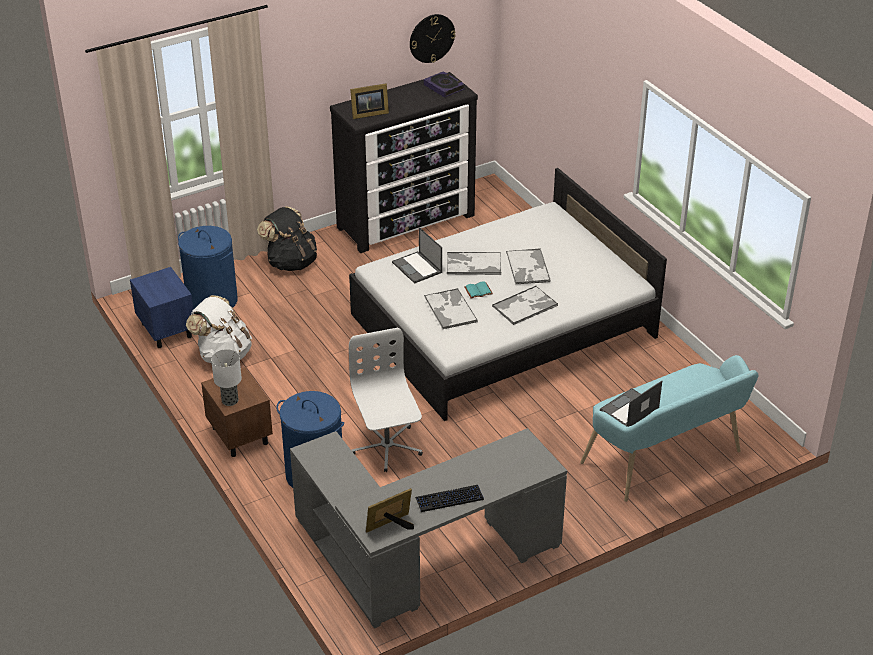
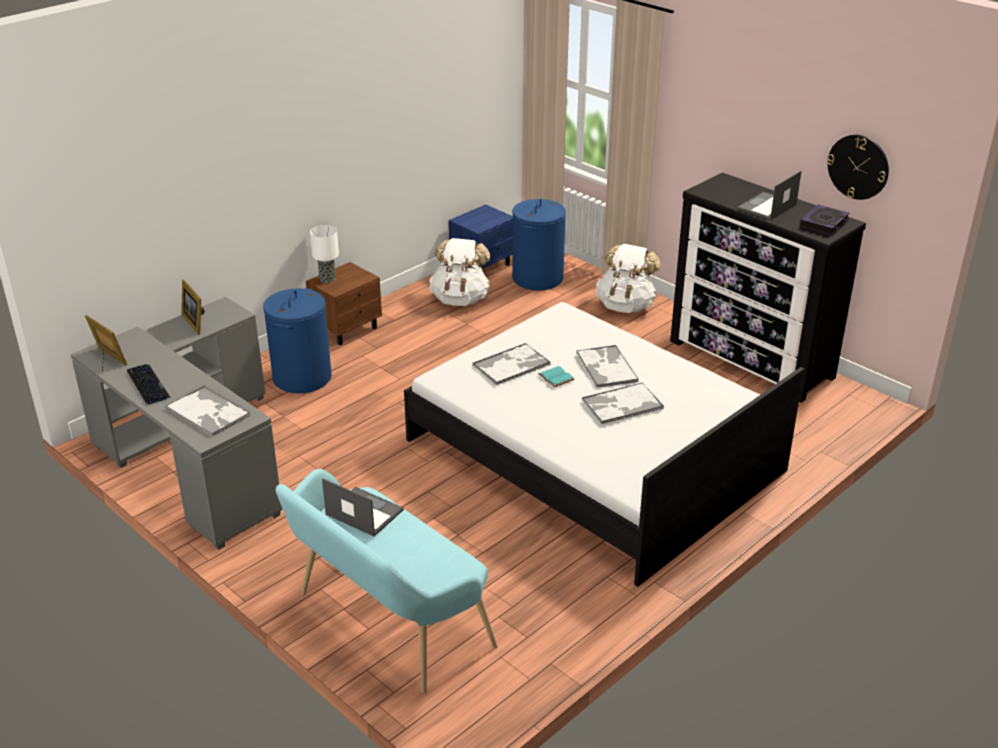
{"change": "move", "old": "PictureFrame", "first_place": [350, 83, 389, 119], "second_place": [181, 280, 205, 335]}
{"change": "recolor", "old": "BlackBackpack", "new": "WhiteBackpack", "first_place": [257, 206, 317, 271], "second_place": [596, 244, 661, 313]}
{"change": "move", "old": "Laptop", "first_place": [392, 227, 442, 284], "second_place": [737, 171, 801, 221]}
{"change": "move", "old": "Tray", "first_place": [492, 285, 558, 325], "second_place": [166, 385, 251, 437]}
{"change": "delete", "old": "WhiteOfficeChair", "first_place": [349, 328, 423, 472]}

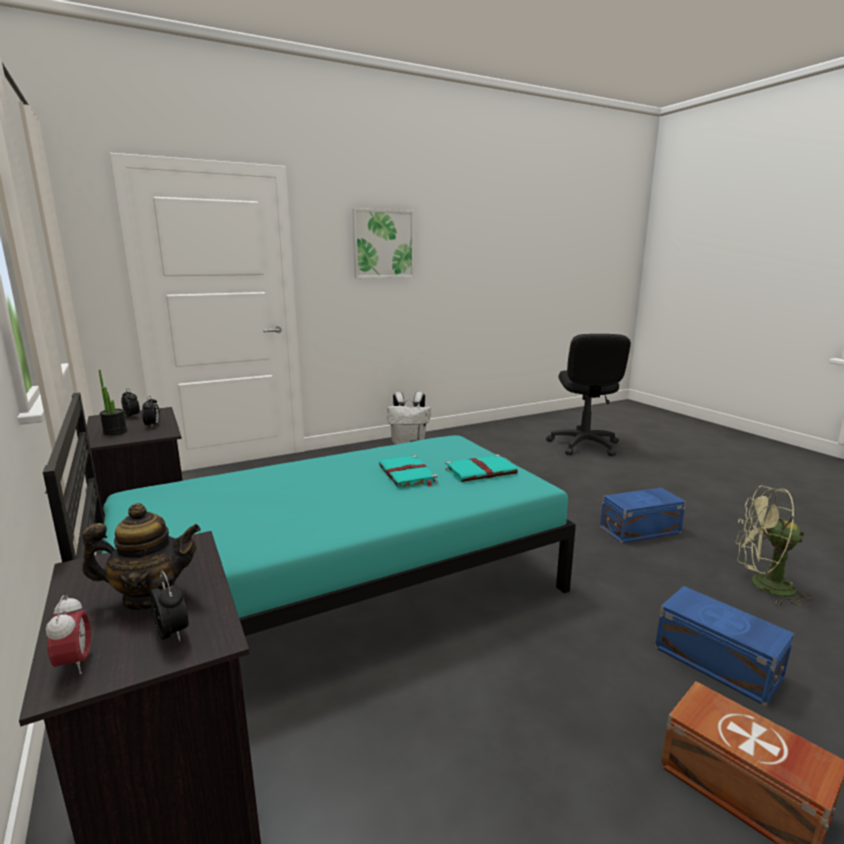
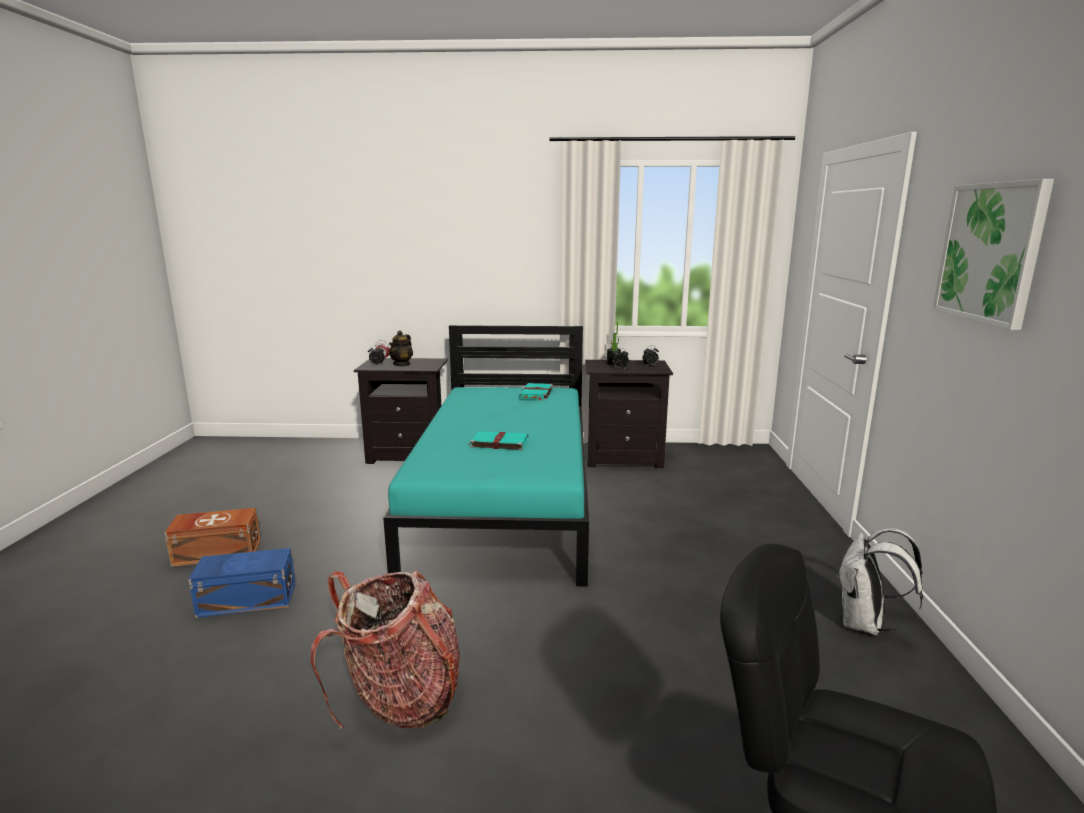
{"change": "move", "old": "TurquoiseBook", "first_place": [445, 455, 518, 482], "second_place": [519, 383, 553, 401]}
{"change": "delete", "old": "GreenFan", "first_place": [735, 486, 813, 606]}
{"change": "replace", "old": "BlueStorageBox", "new": "Backpack", "first_place": [600, 488, 686, 543], "second_place": [310, 571, 460, 729]}

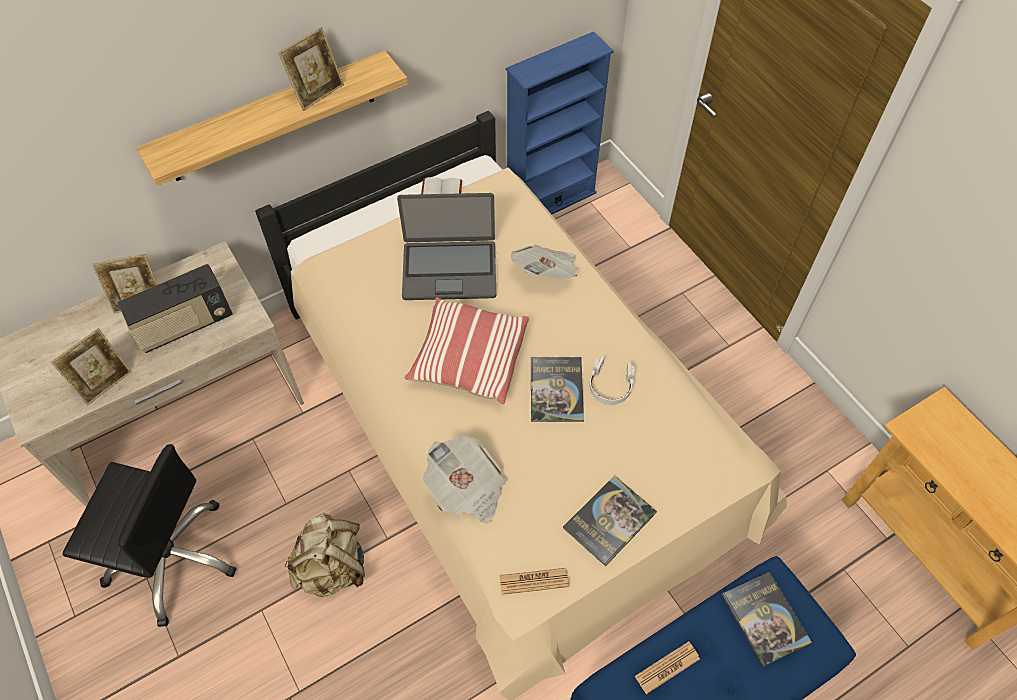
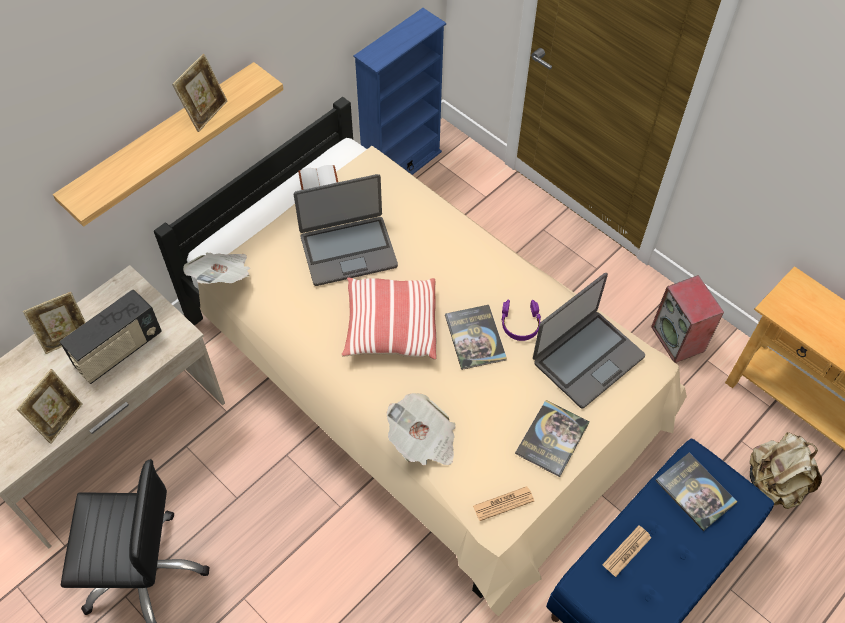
{"change": "move", "old": "Newspaper", "first_place": [511, 245, 578, 280], "second_place": [183, 252, 250, 284]}
{"change": "recolor", "old": "WhiteHeadphones", "new": "PurpleHeadphones", "first_place": [589, 356, 634, 405], "second_place": [501, 300, 541, 341]}
{"change": "move", "old": "BeigeBackpack", "first_place": [285, 513, 365, 597], "second_place": [749, 432, 822, 509]}
{"change": "insert", "new": "Laptop", "second_place": [533, 273, 645, 408]}
{"change": "insert", "new": "Speaker", "second_place": [651, 275, 724, 363]}

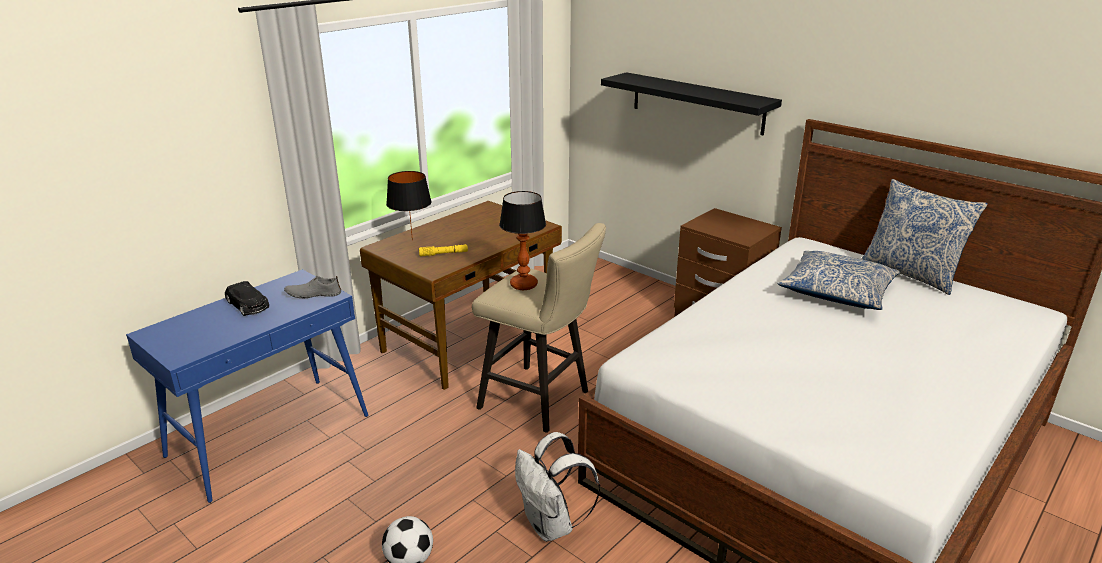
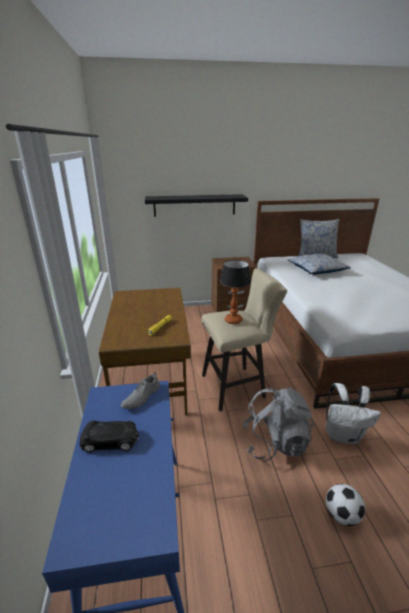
{"change": "delete", "old": "BlackTableLamp", "first_place": [386, 171, 432, 240]}
{"change": "insert", "new": "GreyBackpack", "second_place": [242, 388, 314, 462]}

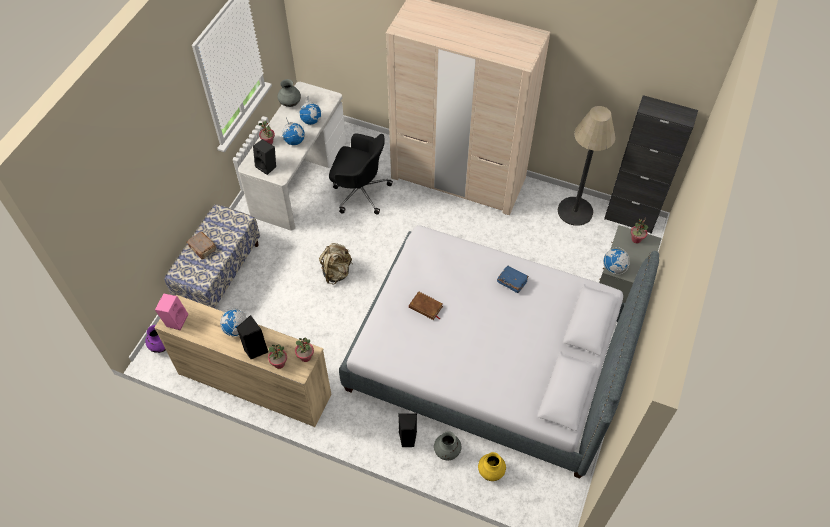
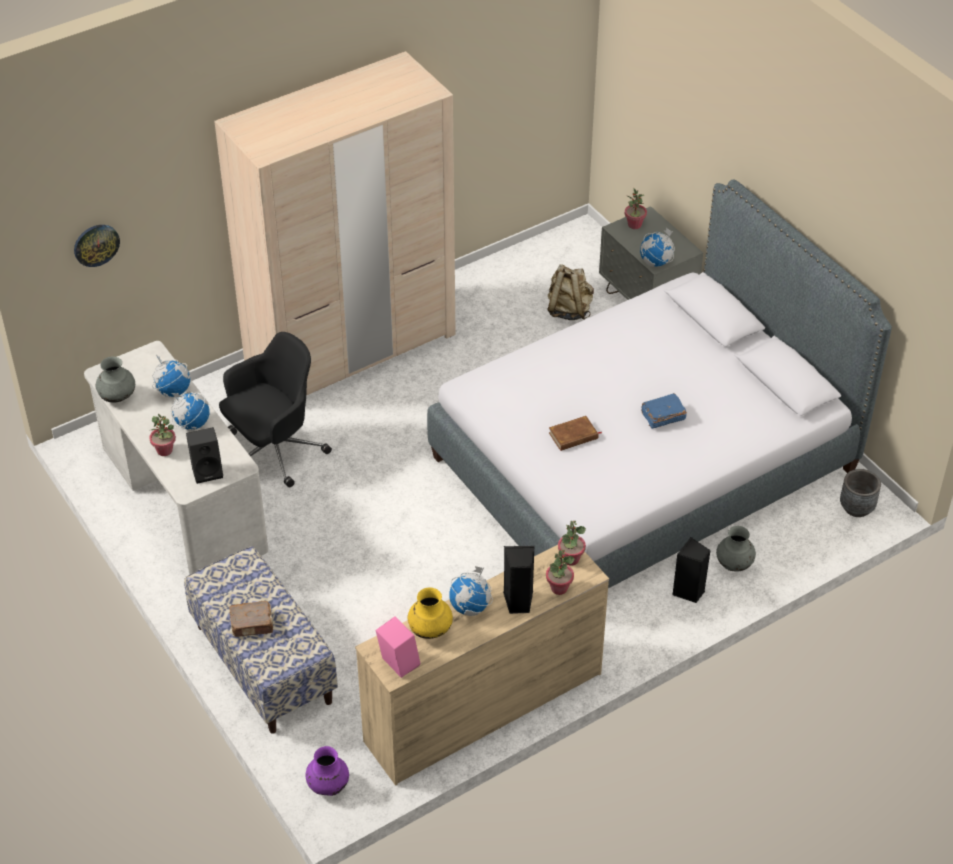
{"change": "delete", "old": "BlackCabinet", "first_place": [604, 95, 698, 234]}
{"change": "delete", "old": "FloorLamp", "first_place": [558, 106, 616, 226]}
{"change": "move", "old": "BeigeBackpack", "first_place": [319, 243, 352, 285], "second_place": [547, 264, 594, 320]}
{"change": "move", "old": "BlueBook", "first_place": [497, 266, 529, 293], "second_place": [641, 393, 687, 429]}
{"change": "move", "old": "YellowVase", "first_place": [478, 452, 506, 481], "second_place": [407, 587, 453, 639]}
{"change": "insert", "new": "WallClock", "second_place": [74, 225, 120, 267]}
{"change": "insert", "new": "GreyPlanter", "second_place": [840, 469, 881, 517]}

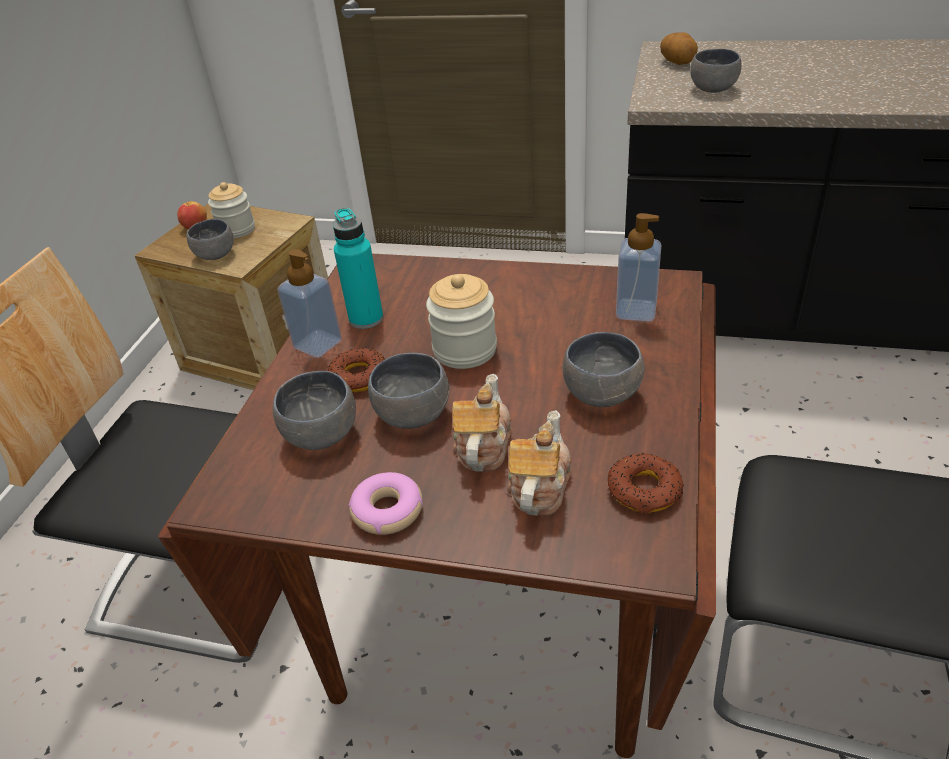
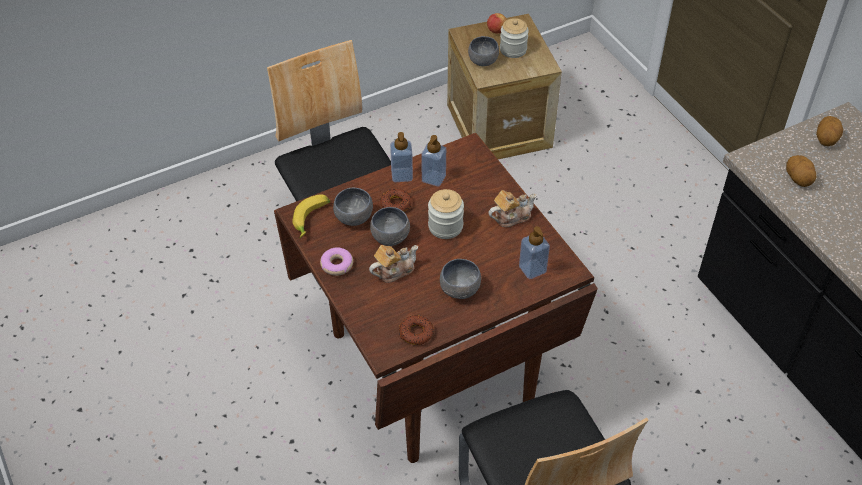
{"change": "replace", "old": "GreyBowl", "new": "Potato", "first_place": [690, 49, 741, 93], "second_place": [786, 155, 816, 187]}
{"change": "replace", "old": "TurquoiseBottle", "new": "SoapDispenser", "first_place": [333, 208, 383, 329], "second_place": [421, 135, 446, 186]}
{"change": "move", "old": "Teapot", "first_place": [507, 410, 571, 516], "second_place": [488, 190, 537, 227]}
{"change": "insert", "new": "Banana", "second_place": [292, 194, 331, 238]}

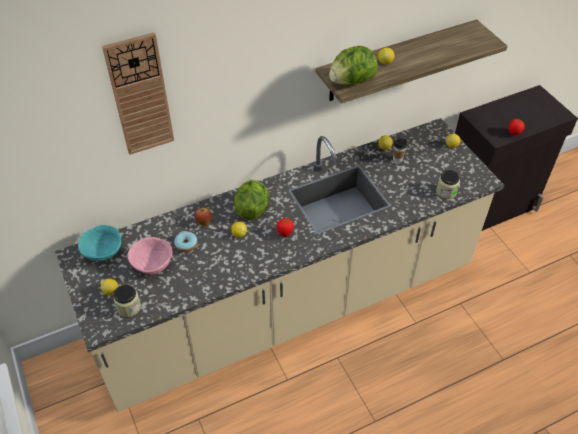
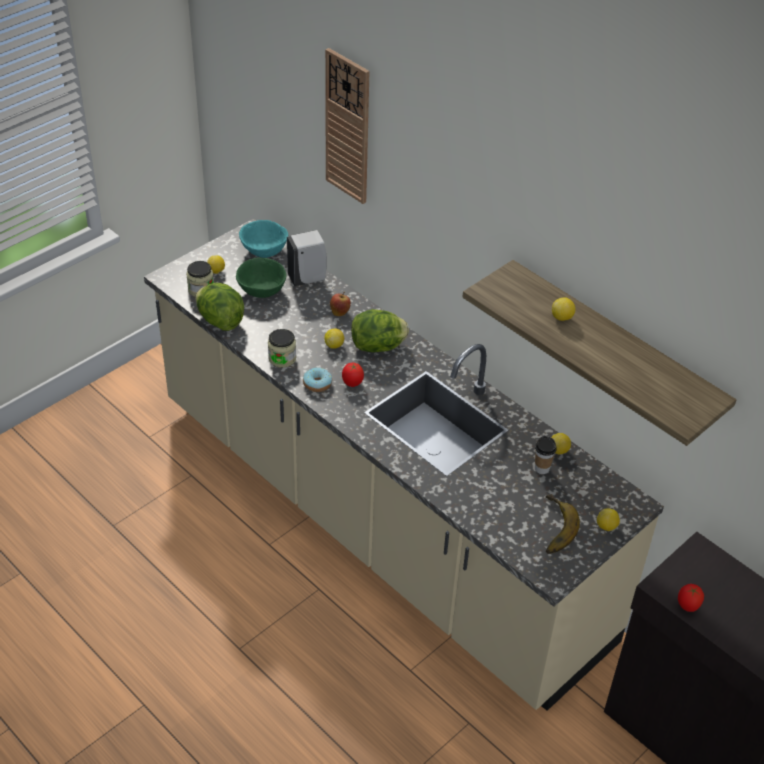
{"change": "move", "old": "Lettuce", "first_place": [329, 46, 378, 85], "second_place": [195, 283, 244, 331]}
{"change": "move", "old": "Jar", "first_place": [436, 170, 460, 199], "second_place": [268, 329, 296, 368]}
{"change": "move", "old": "Donut", "first_place": [174, 232, 197, 252], "second_place": [303, 368, 332, 392]}
{"change": "recolor", "old": "PinkBowl", "new": "GreenBowl", "first_place": [127, 237, 172, 274], "second_place": [236, 257, 286, 298]}
{"change": "insert", "new": "WhiteSoapDispenser", "second_place": [287, 230, 327, 286]}
{"change": "insert", "new": "Banana", "second_place": [546, 494, 580, 554]}

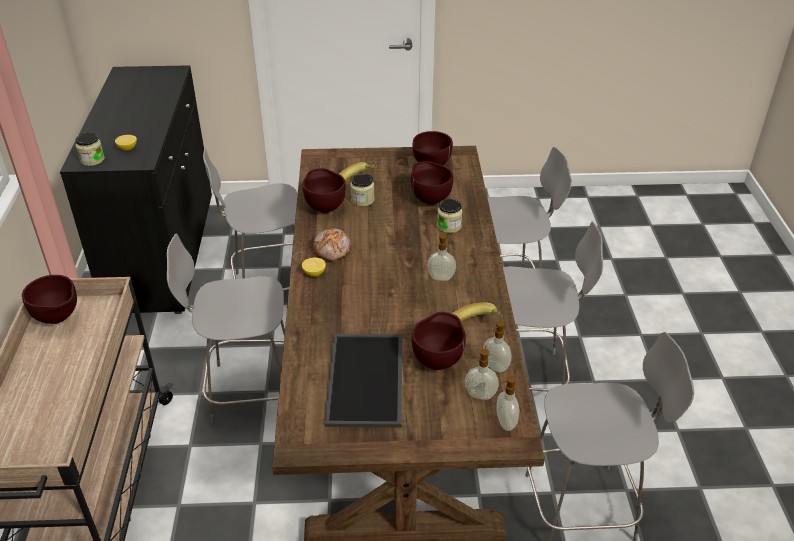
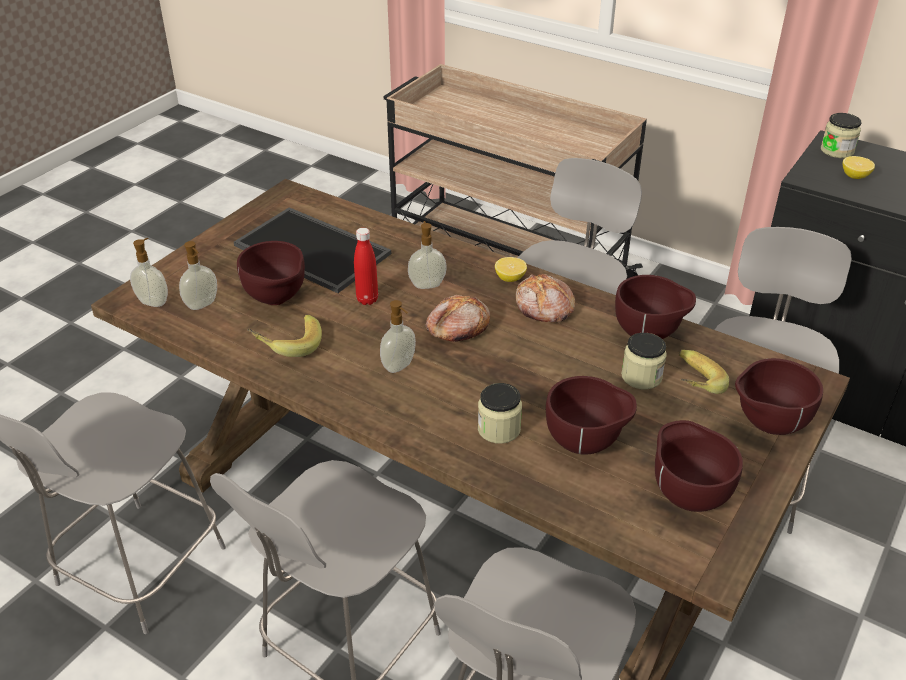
{"change": "move", "old": "BrownBowl", "first_place": [22, 275, 77, 324], "second_place": [735, 358, 823, 435]}
{"change": "move", "old": "SoapDispenser", "first_place": [483, 321, 511, 372], "second_place": [408, 221, 447, 289]}
{"change": "insert", "new": "RedBottle", "second_place": [354, 228, 378, 305]}
{"change": "insert", "new": "Bread", "second_place": [425, 295, 490, 342]}

